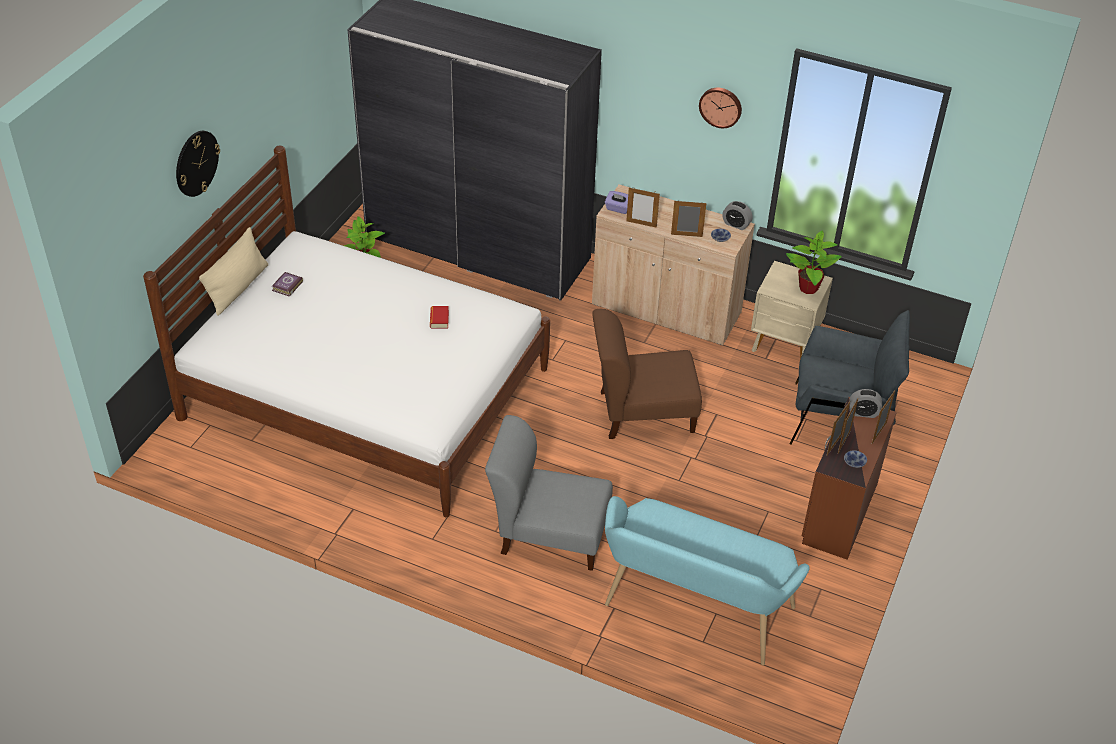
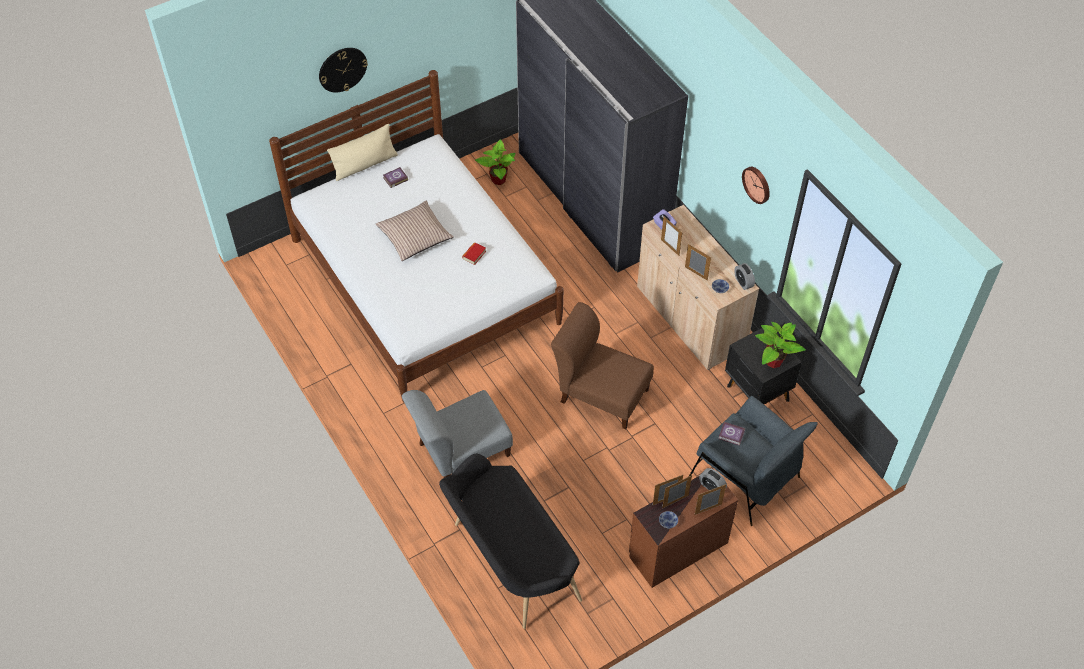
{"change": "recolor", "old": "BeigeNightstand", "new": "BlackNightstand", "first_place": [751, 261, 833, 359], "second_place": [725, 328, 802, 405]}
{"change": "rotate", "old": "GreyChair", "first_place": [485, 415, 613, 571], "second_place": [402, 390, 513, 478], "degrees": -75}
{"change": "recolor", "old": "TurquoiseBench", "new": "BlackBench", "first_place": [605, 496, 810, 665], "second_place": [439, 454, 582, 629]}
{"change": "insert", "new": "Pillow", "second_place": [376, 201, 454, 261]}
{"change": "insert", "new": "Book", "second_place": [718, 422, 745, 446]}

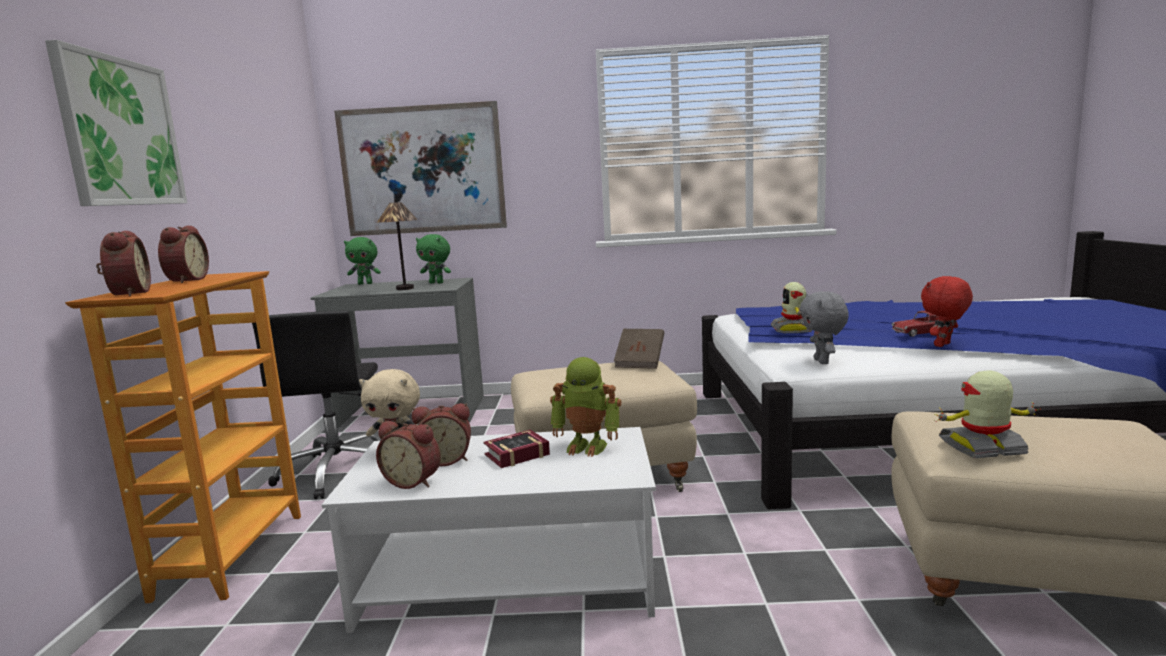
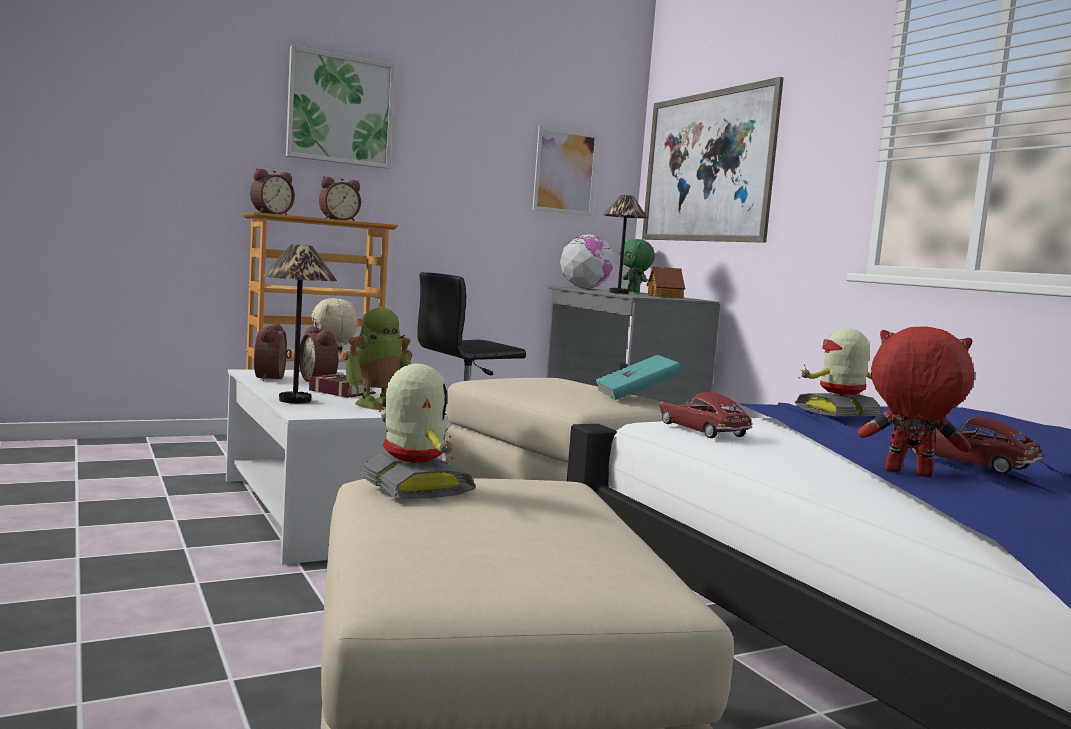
{"change": "replace", "old": "GreenPlushToy", "new": "ToyHouse", "first_place": [416, 234, 451, 283], "second_place": [647, 267, 685, 299]}
{"change": "replace", "old": "GreyPlushToy", "new": "ToyCar", "first_place": [800, 291, 849, 364], "second_place": [659, 392, 753, 438]}
{"change": "recolor", "old": "BrownBook", "new": "TurquoiseBook", "first_place": [614, 329, 664, 369], "second_place": [595, 355, 682, 400]}
{"change": "rotate", "old": "ToyRobot", "first_place": [550, 357, 621, 457], "second_place": [343, 307, 412, 410], "degrees": -120}
{"change": "insert", "new": "Picture", "second_place": [533, 126, 598, 216]}
{"change": "insert", "new": "Globe", "second_place": [560, 235, 614, 289]}
{"change": "insert", "new": "TableLamp", "second_place": [263, 244, 337, 403]}

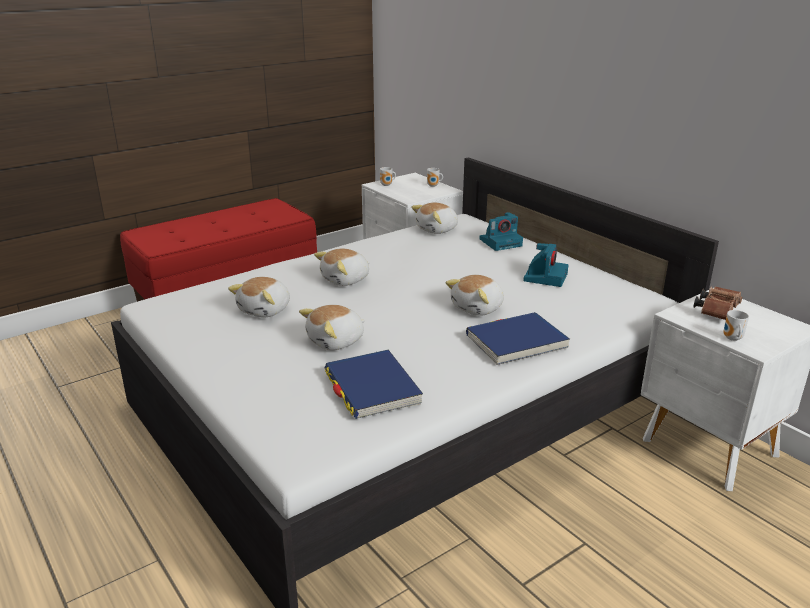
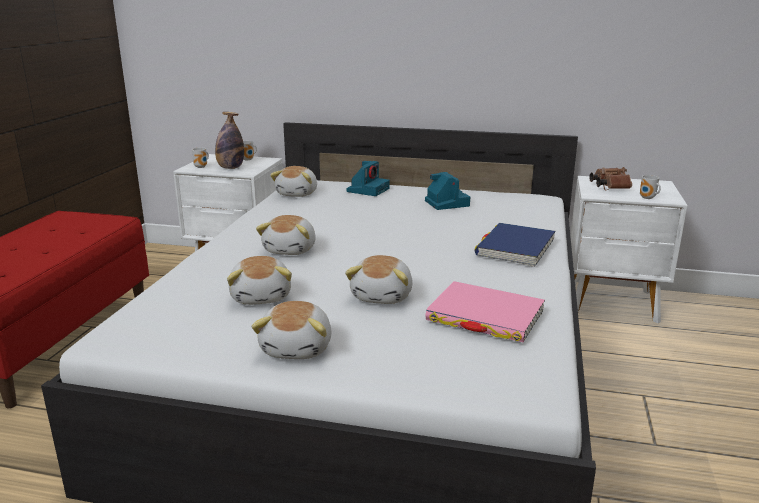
{"change": "move", "old": "PlushToy", "first_place": [445, 275, 504, 316], "second_place": [251, 301, 331, 359]}
{"change": "recolor", "old": "BlueBook", "new": "PinkBook", "first_place": [325, 350, 423, 419], "second_place": [425, 281, 545, 342]}
{"change": "insert", "new": "Bottle", "second_place": [215, 112, 244, 169]}

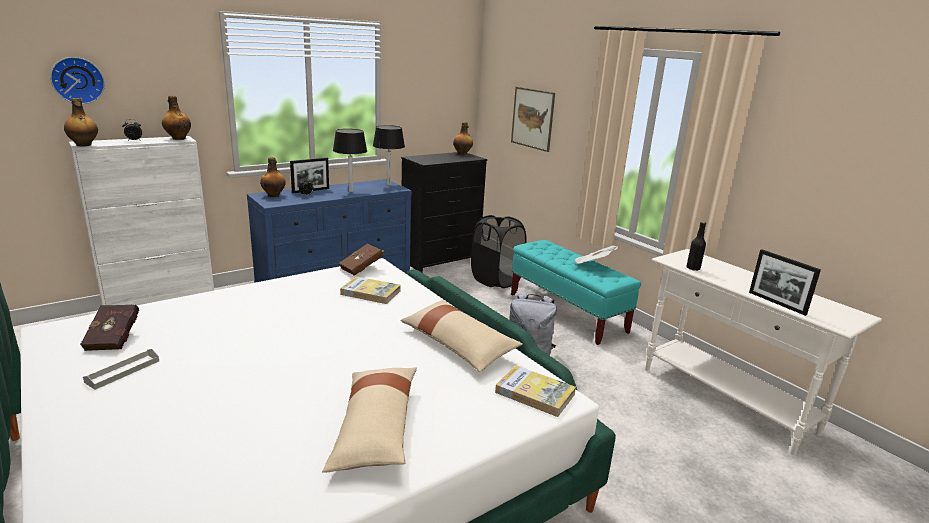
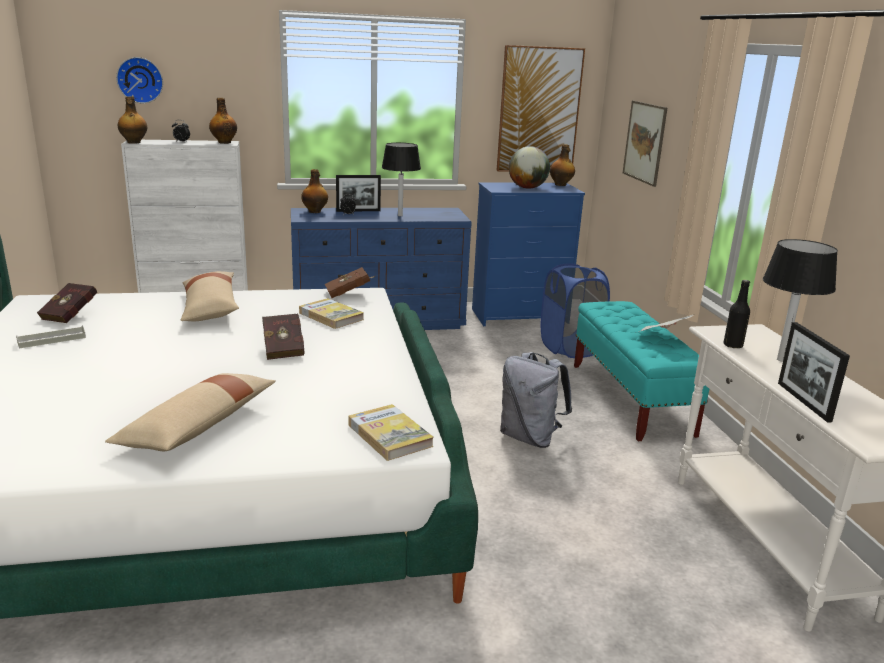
{"change": "move", "old": "BlackTableLamp", "first_place": [373, 125, 405, 185], "second_place": [763, 239, 838, 362]}
{"change": "recolor", "old": "BlackDresser", "new": "BlueDresser", "first_place": [401, 152, 487, 273], "second_place": [472, 182, 585, 326]}
{"change": "recolor", "old": "BlackLaundryBasket", "new": "BlueLaundryBasket", "first_place": [471, 215, 526, 288], "second_place": [541, 263, 610, 358]}
{"change": "move", "old": "BeigePillow", "first_place": [400, 299, 523, 372], "second_place": [181, 271, 239, 321]}
{"change": "insert", "new": "Picture", "second_place": [497, 45, 585, 172]}
{"change": "insert", "new": "Globe", "second_place": [509, 146, 550, 189]}
{"change": "insert", "new": "RedBook", "second_place": [262, 314, 305, 360]}

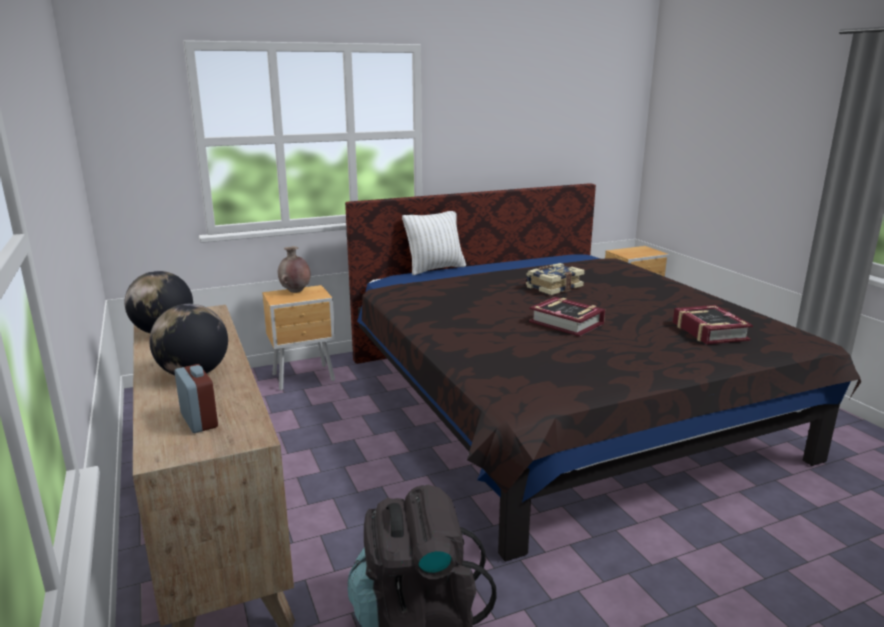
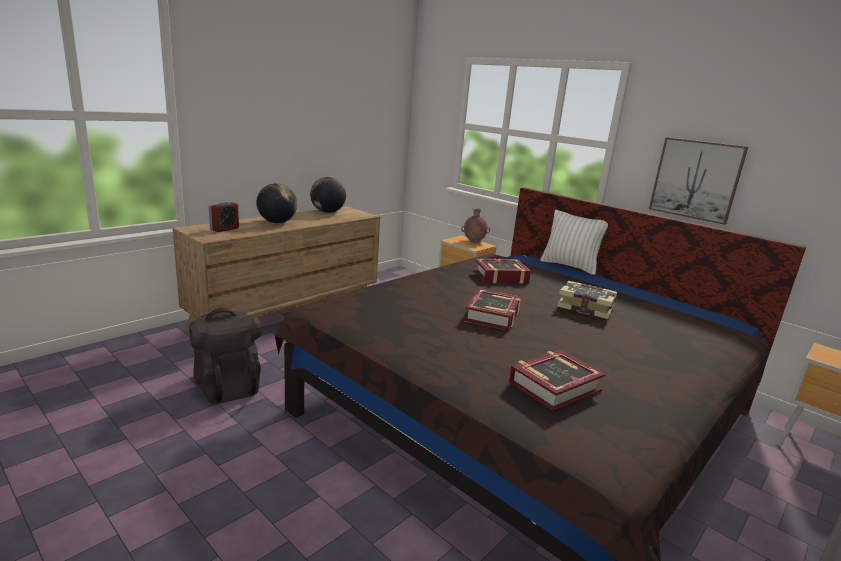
{"change": "insert", "new": "Picture", "second_place": [649, 137, 748, 225]}
{"change": "insert", "new": "Book", "second_place": [474, 259, 531, 284]}

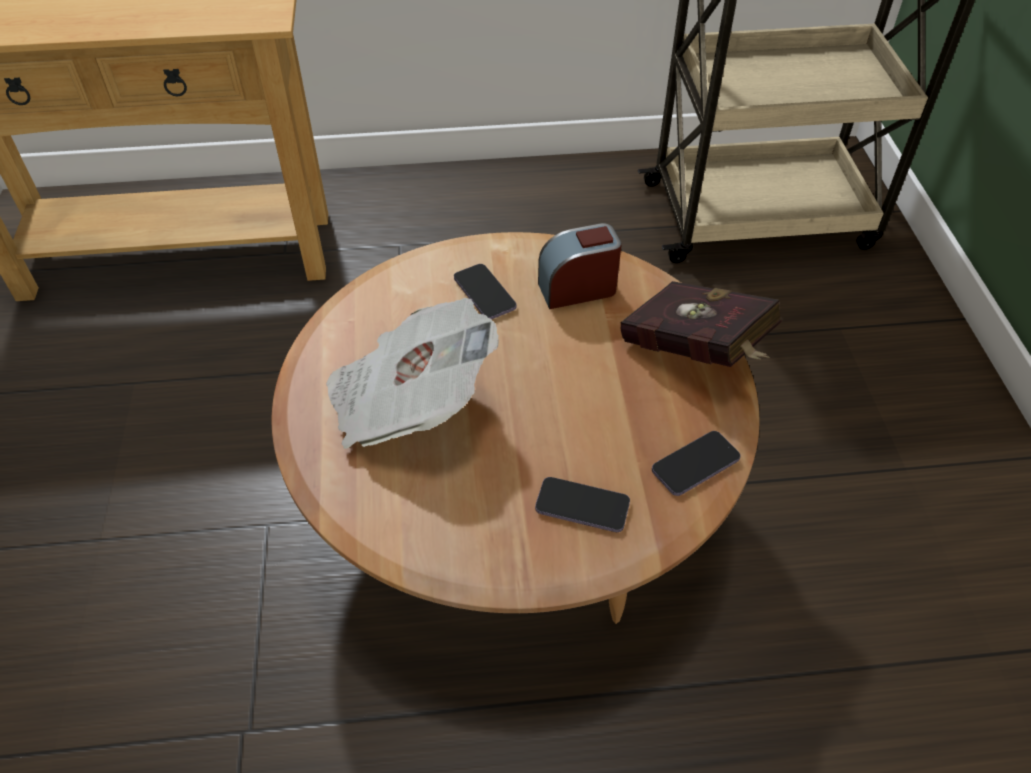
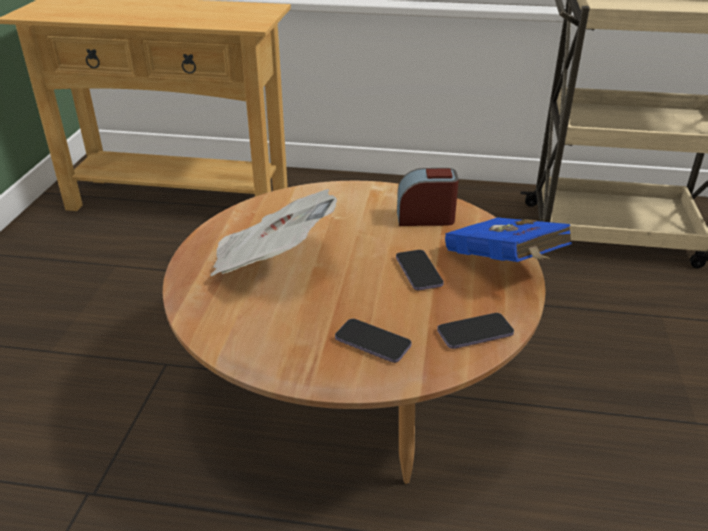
{"change": "move", "old": "Phone", "first_place": [454, 264, 516, 319], "second_place": [396, 250, 444, 290]}
{"change": "recolor", "old": "RedBook", "new": "BlueBook", "first_place": [620, 281, 782, 367], "second_place": [445, 217, 572, 262]}

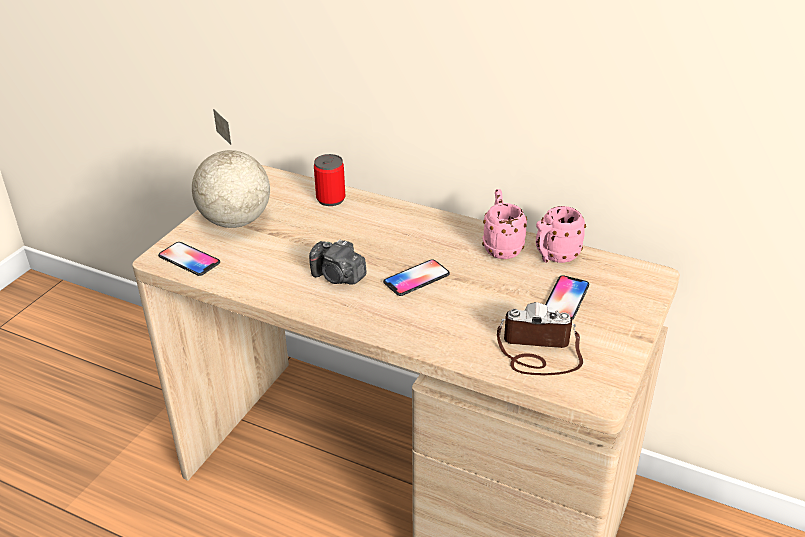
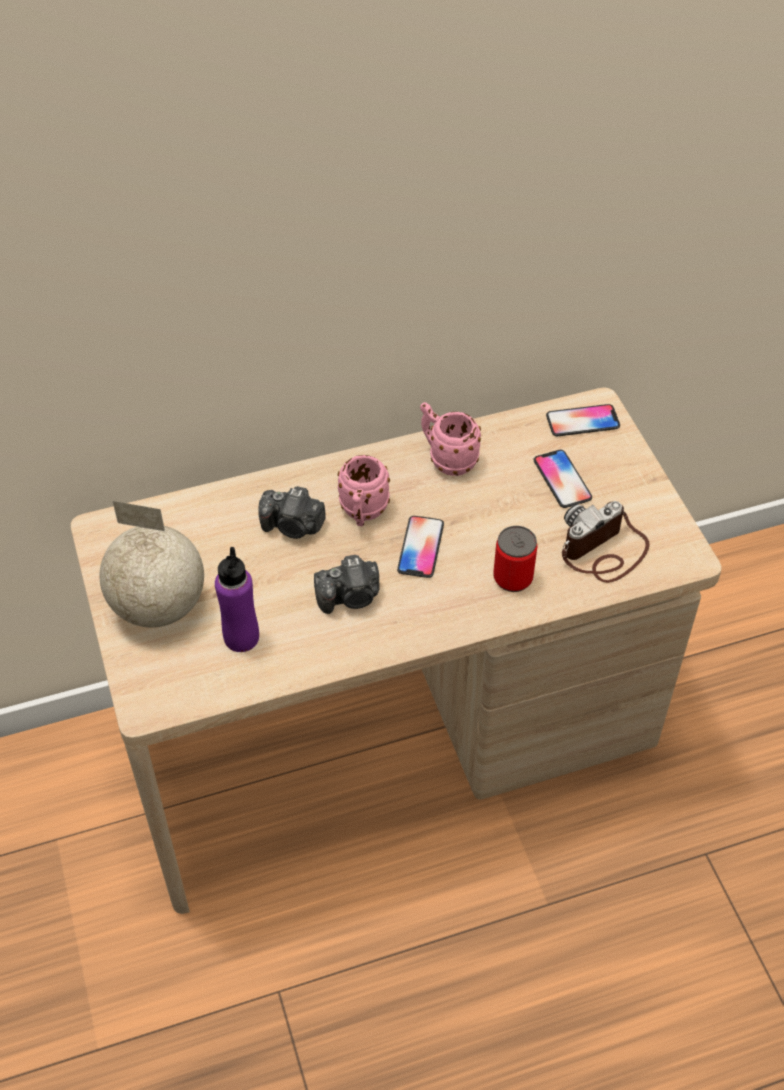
{"change": "move", "old": "Can", "first_place": [314, 154, 345, 206], "second_place": [493, 526, 537, 592]}
{"change": "move", "old": "PinkMug", "first_place": [536, 206, 586, 263], "second_place": [338, 455, 390, 526]}
{"change": "move", "old": "Phone", "first_place": [158, 242, 220, 276], "second_place": [546, 404, 620, 436]}
{"change": "insert", "new": "PhotoCamera", "second_place": [258, 486, 326, 539]}
{"change": "insert", "new": "PurpleBottle", "second_place": [215, 547, 259, 652]}

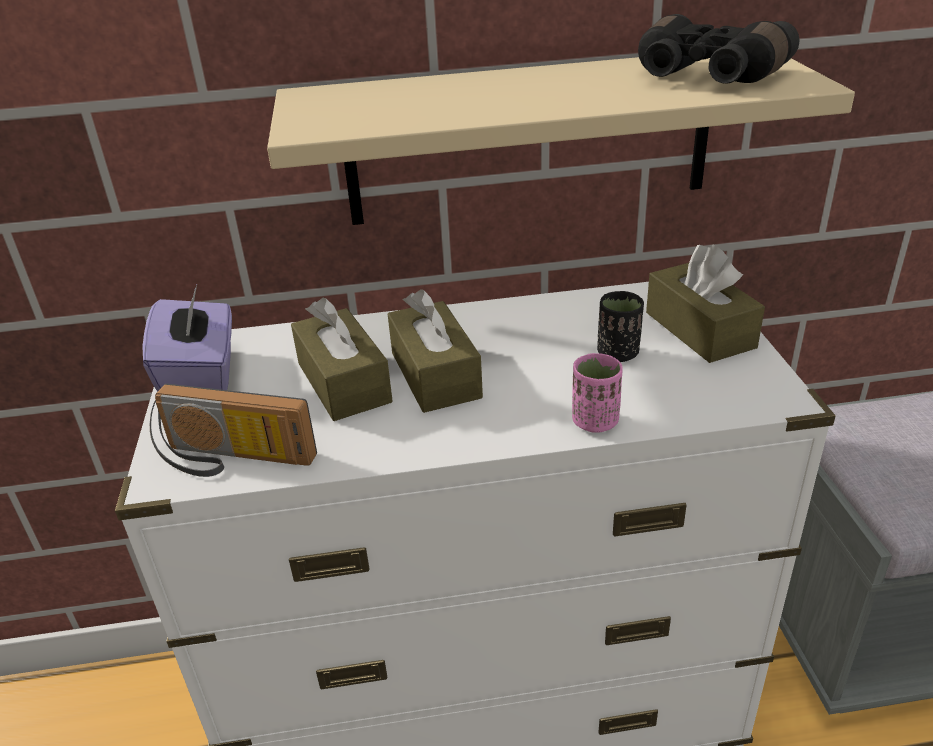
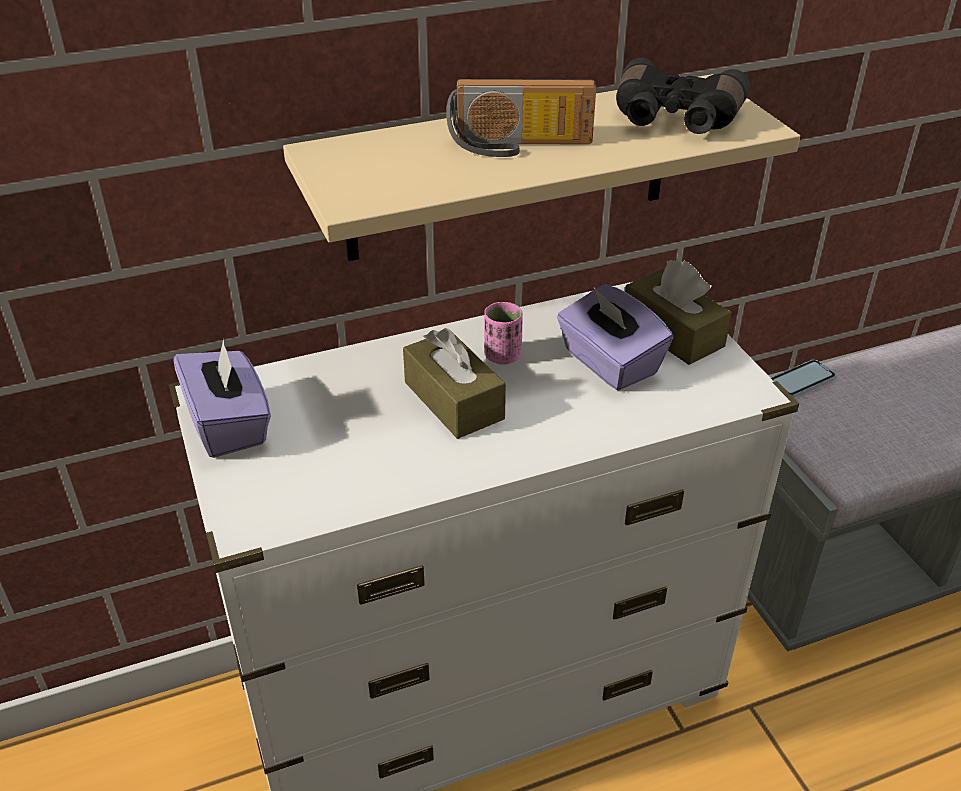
{"change": "replace", "old": "BlackCup", "new": "PurpleTissueBox", "first_place": [597, 291, 644, 362], "second_place": [557, 284, 673, 391]}
{"change": "delete", "old": "BrownTissueBox", "first_place": [291, 298, 393, 421]}
{"change": "move", "old": "PinkCup", "first_place": [572, 353, 623, 433], "second_place": [484, 302, 523, 365]}
{"change": "move", "old": "Radio", "first_place": [150, 384, 317, 477], "second_place": [446, 79, 596, 157]}
{"change": "insert", "new": "Phone", "second_place": [771, 360, 836, 398]}

